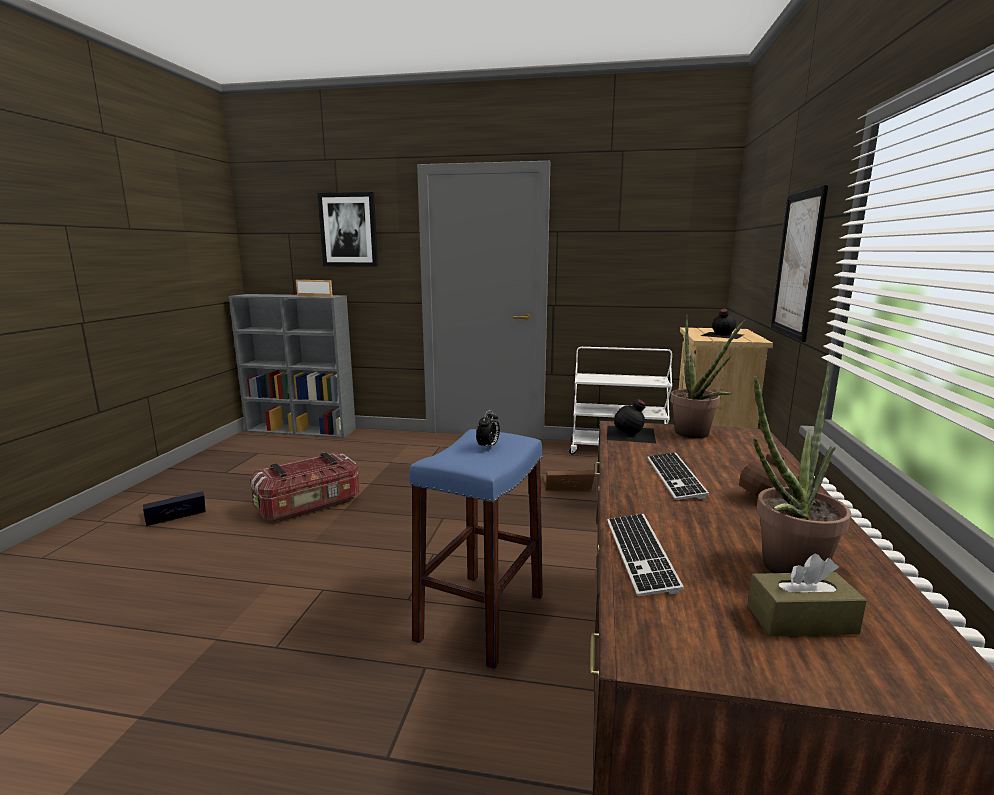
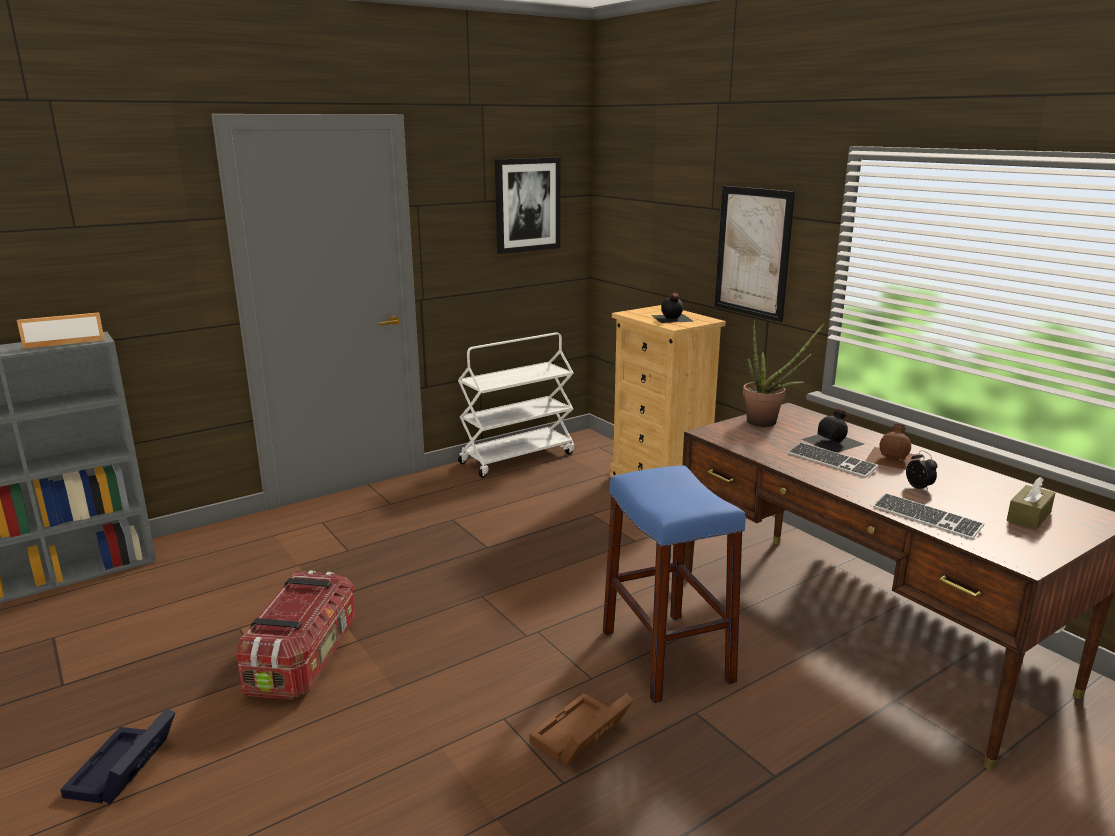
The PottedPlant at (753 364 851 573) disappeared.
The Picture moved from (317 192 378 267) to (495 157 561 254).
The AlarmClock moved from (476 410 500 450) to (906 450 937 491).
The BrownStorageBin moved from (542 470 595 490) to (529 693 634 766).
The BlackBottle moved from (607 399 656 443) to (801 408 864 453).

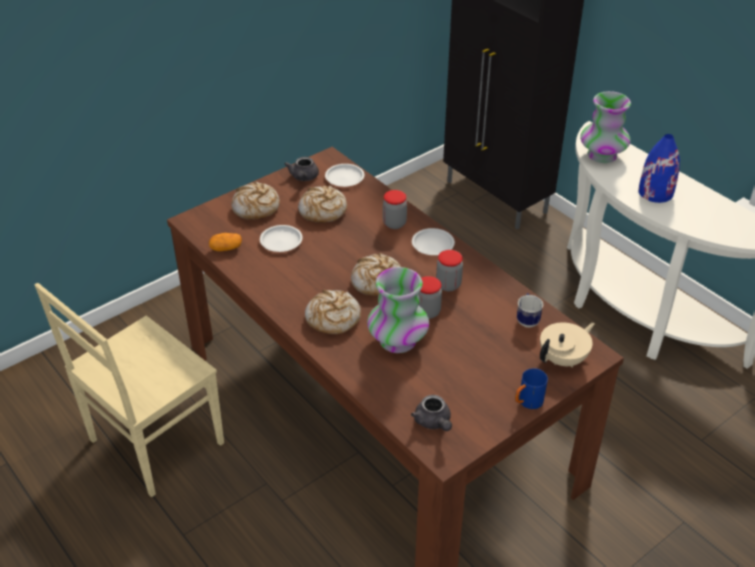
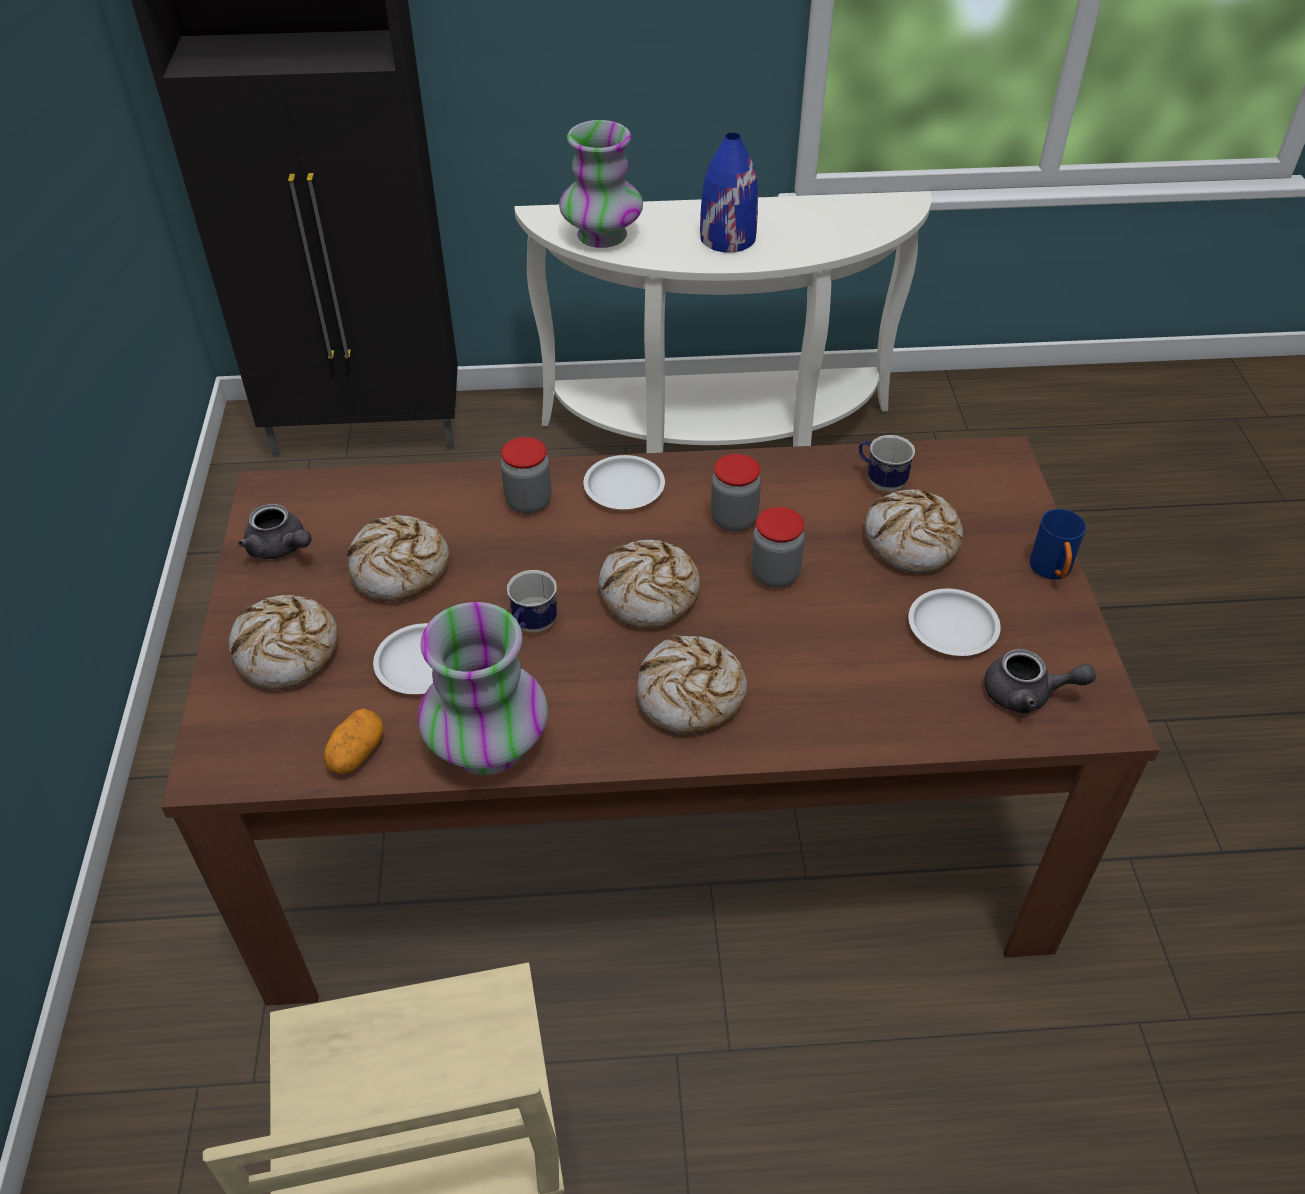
The BeigeTeaPot at (540 323 595 367) disappeared.
The Mug at (507 570 557 633) appeared.
The BakeryBread at (864 490 963 573) appeared.
The WhitishPlate moved from (325 164 364 187) to (909 589 1001 656).
The Vase moved from (367 267 429 353) to (418 602 548 775).

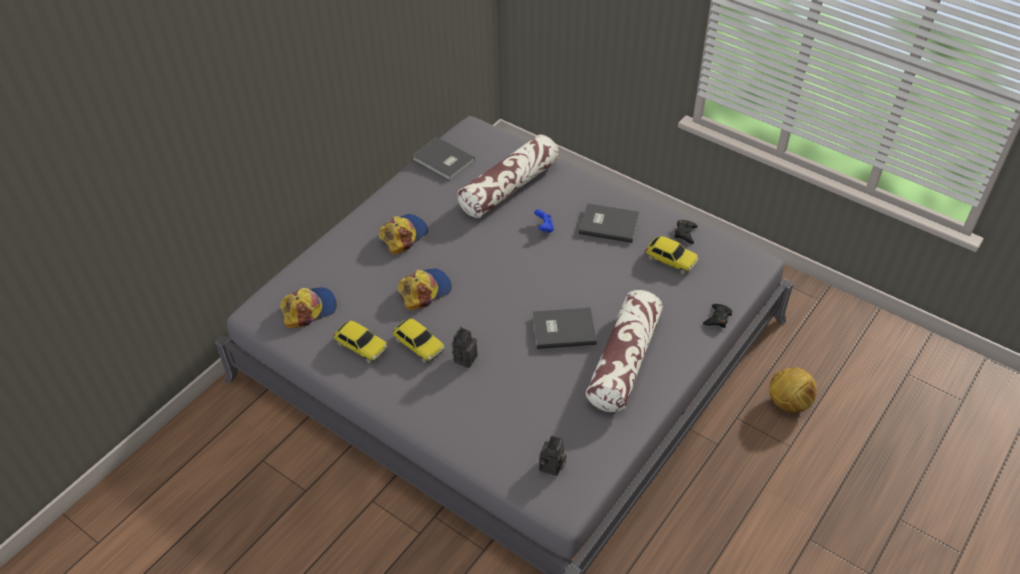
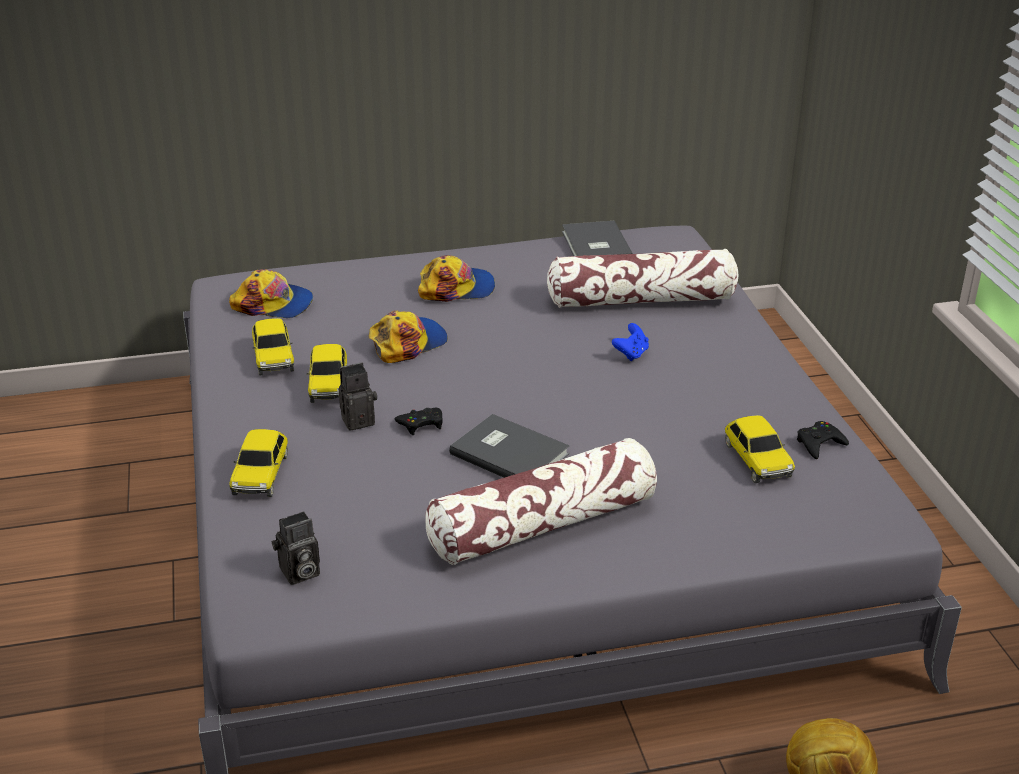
The GreyVolume at (579 203 639 243) disappeared.
The MiniatureCar at (229 429 288 497) appeared.
The BlackGamepad moved from (703 304 732 328) to (394 408 443 435).
The BaseballCap at (398 268 452 310) turned 45 degrees counterclockwise.

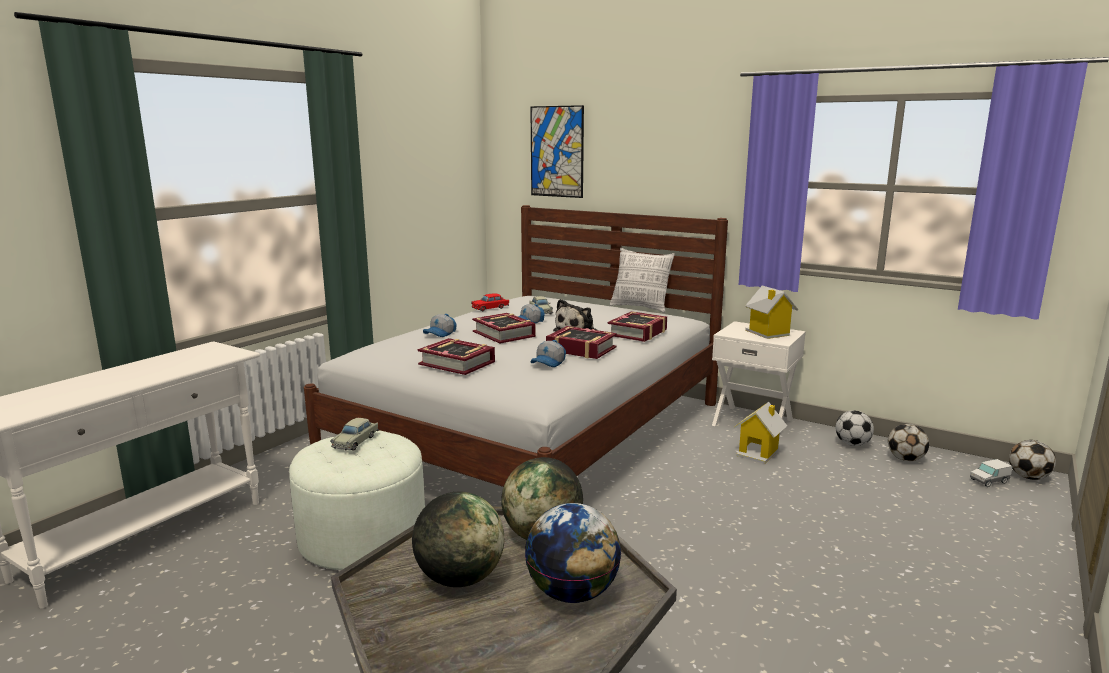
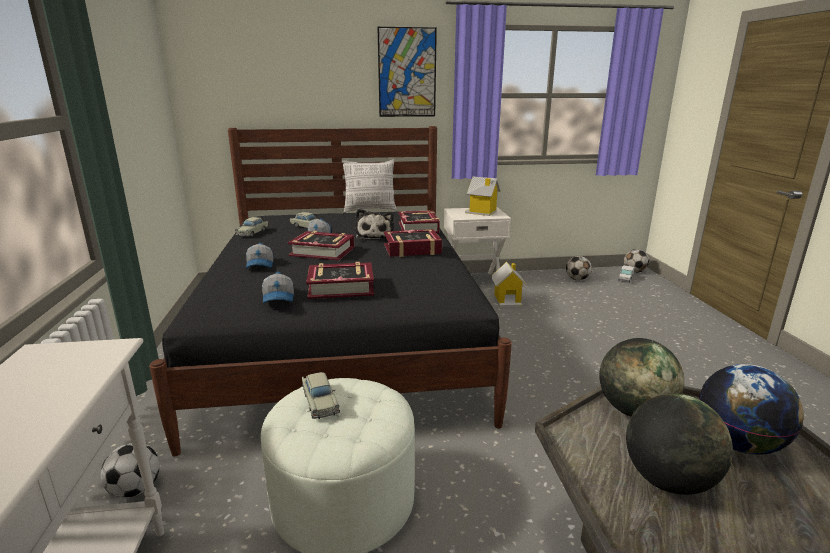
The Picture moved from (530 105 584 198) to (377 27 437 117).
The BaseballCap moved from (530 340 566 367) to (262 272 294 303).
The BallForFootball moved from (836 410 874 446) to (101 443 160 498).
The WhitishSleepingBed at (304 205 728 487) became the BlackSleepingBed at (149 126 512 456).
The ReddishMiniatureCar at (471 294 509 311) became the BeigeMiniatureCar at (235 217 269 237).

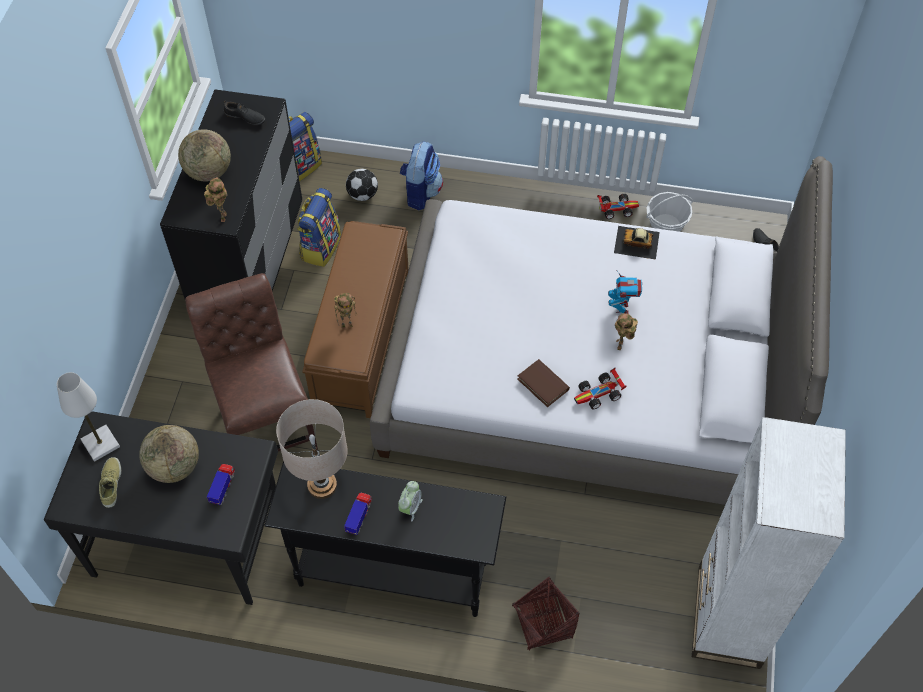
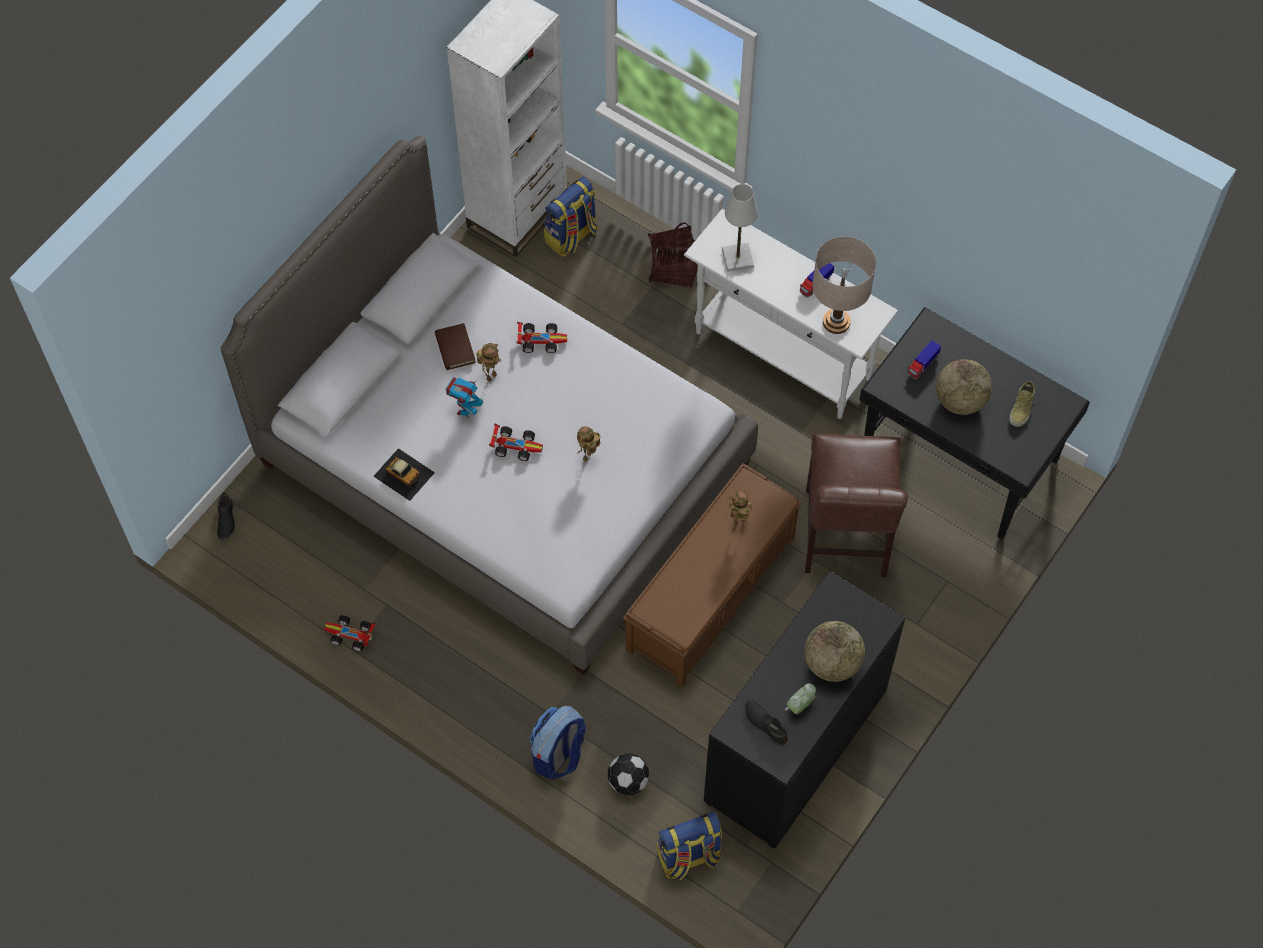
The Basket at (646 192 693 232) disappeared.
The MiniatureCar at (489 423 543 461) appeared.
The WhitishTabletopLamp moved from (57 372 120 462) to (722 184 758 272).
The ModelRobot moved from (204 177 227 222) to (577 426 600 462).
The Knapsack moved from (297 188 341 267) to (544 177 598 257).
The AlarmClock moved from (398 481 423 521) to (785 683 816 714).
The BrownVolume moved from (518 359 570 407) to (435 323 476 370).
The BlackHallTable at (264 461 506 617) became the WhitishHallTable at (684 209 899 419).

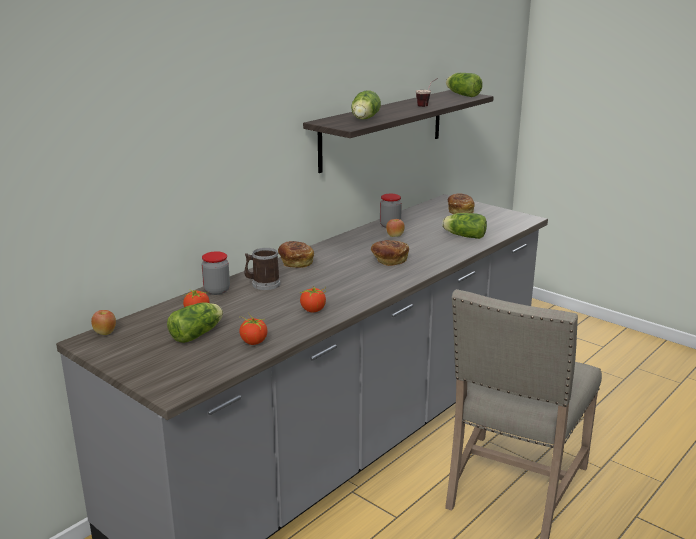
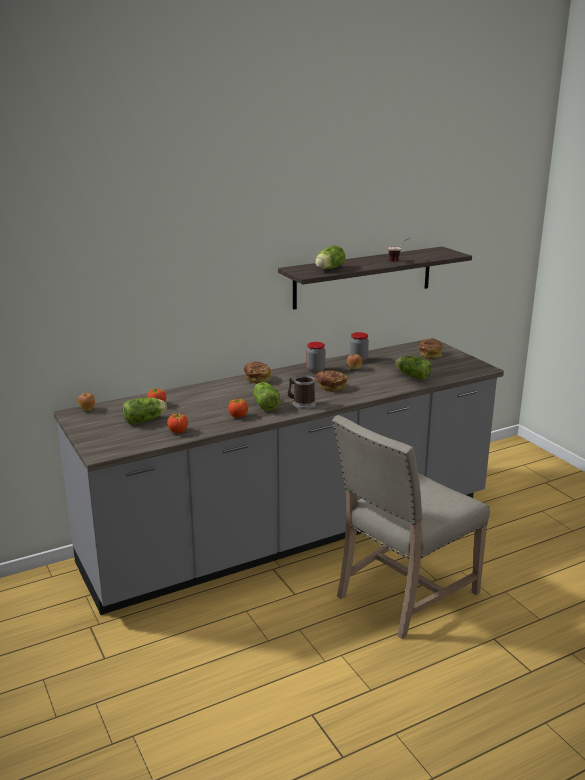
The PreserveJar moved from (202 251 230 295) to (306 342 326 373).
The Mug moved from (244 248 281 290) to (288 375 316 410).
The LettuceHead moved from (446 73 483 97) to (253 382 280 411).

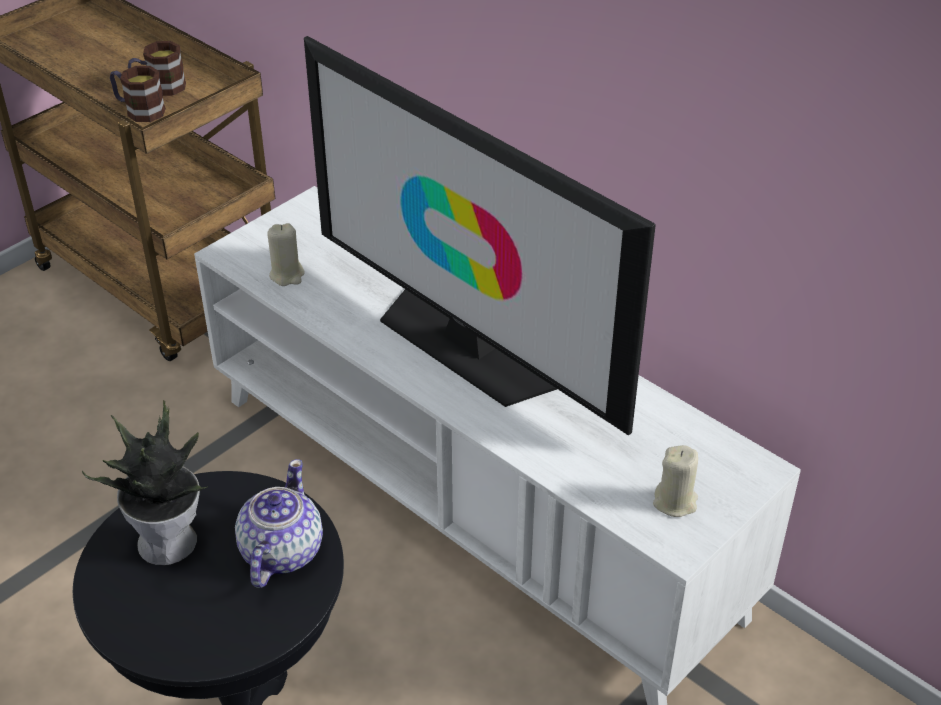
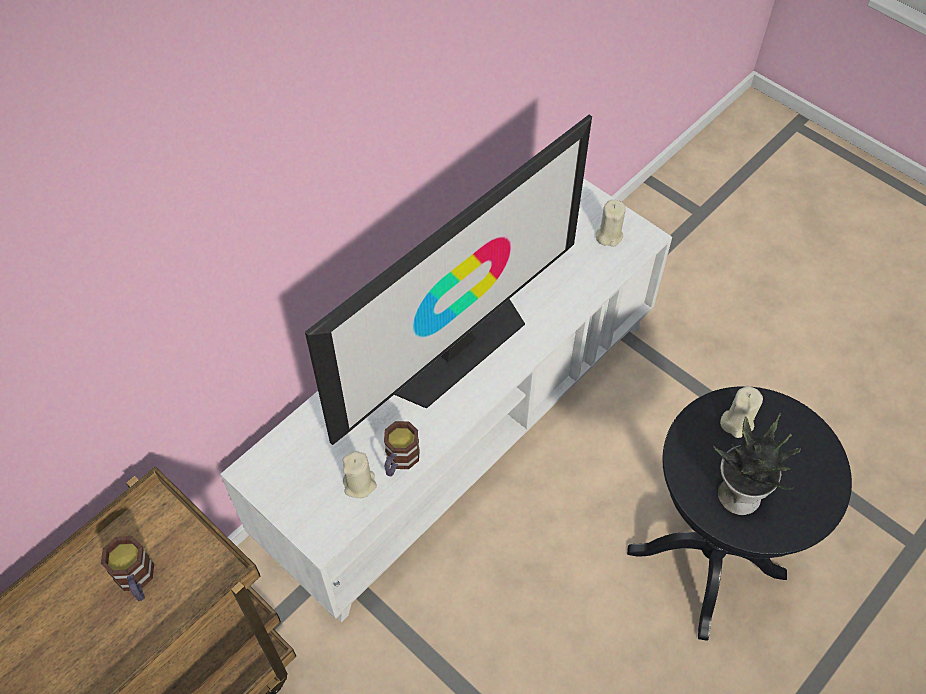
The Mug moved from (110 66 166 122) to (384 421 420 476).
The TeaPot at (235 459 323 588) was replaced by the BeigeWaxLight at (720 386 763 438).

